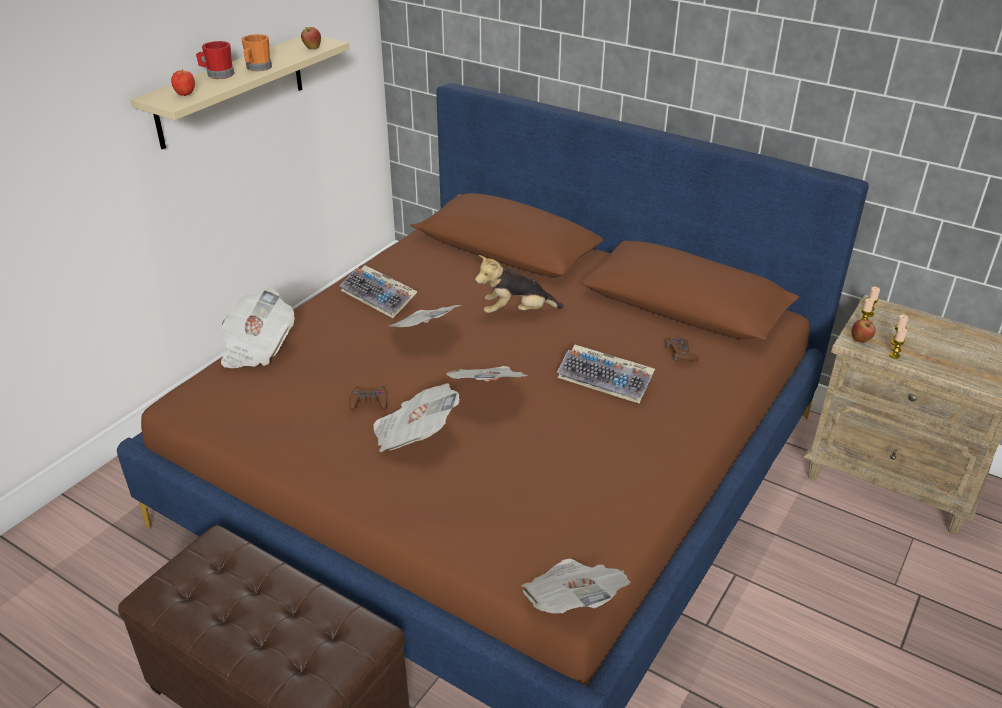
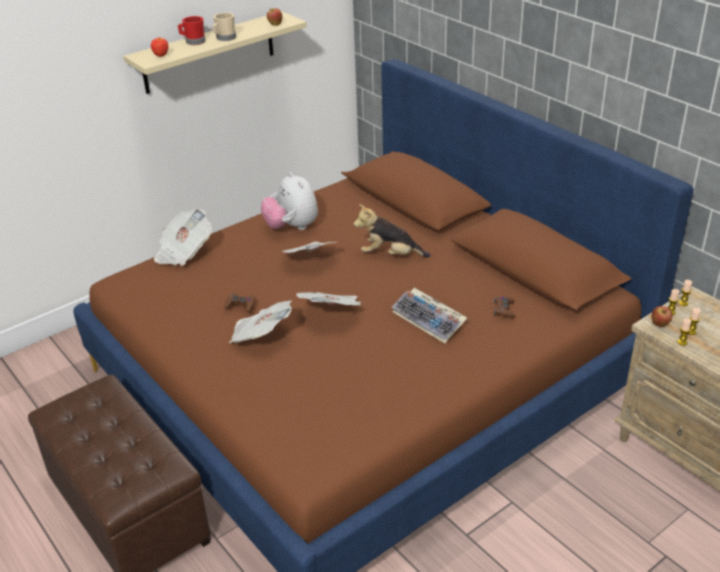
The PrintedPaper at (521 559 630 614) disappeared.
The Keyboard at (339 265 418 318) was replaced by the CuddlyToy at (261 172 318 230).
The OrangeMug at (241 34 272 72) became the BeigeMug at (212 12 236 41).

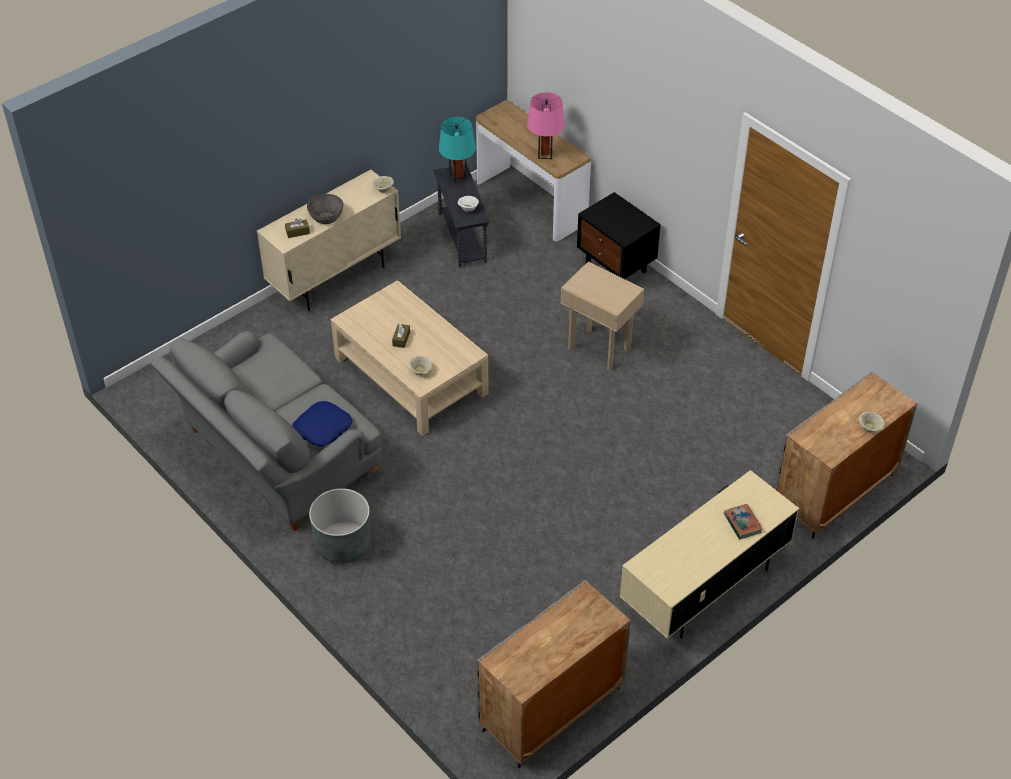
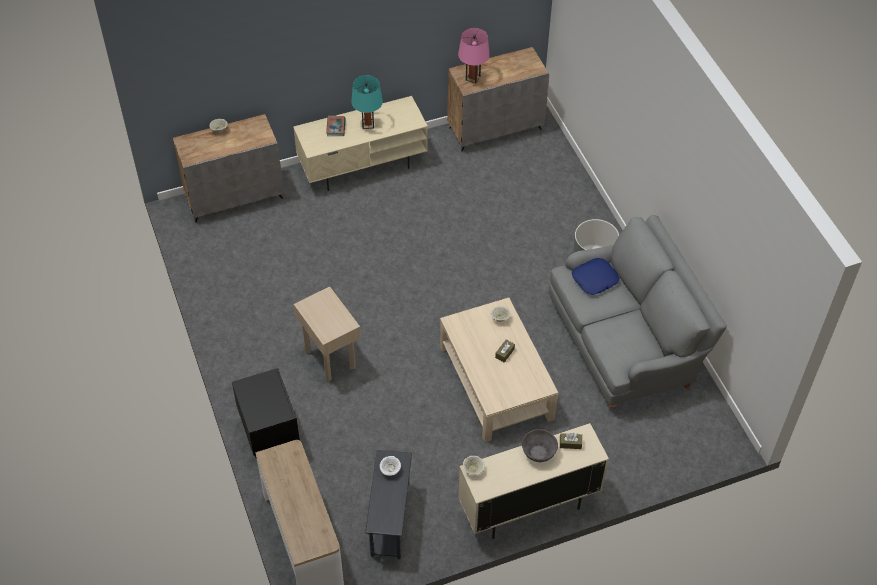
The TurquoiseTabletopLamp moved from (439 117 476 183) to (351 75 383 129).
The PinkTabletopLamp moved from (527 92 565 159) to (458 28 490 83).

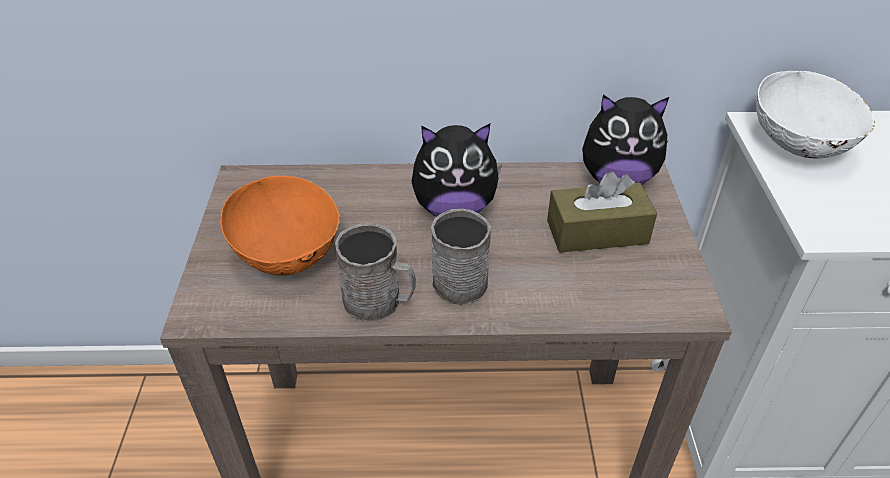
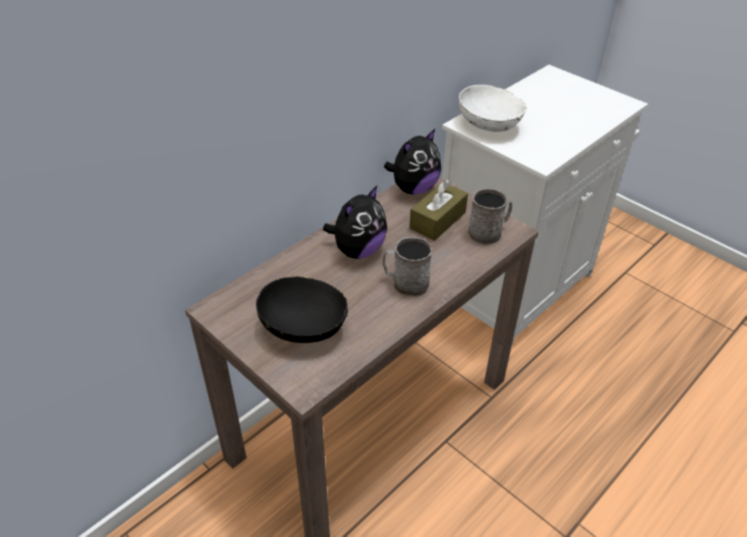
The GreyMug moved from (335 223 416 322) to (468 188 512 245).
The OrangeDeepDish at (220 176 340 276) became the BlackDeepDish at (256 276 348 343).

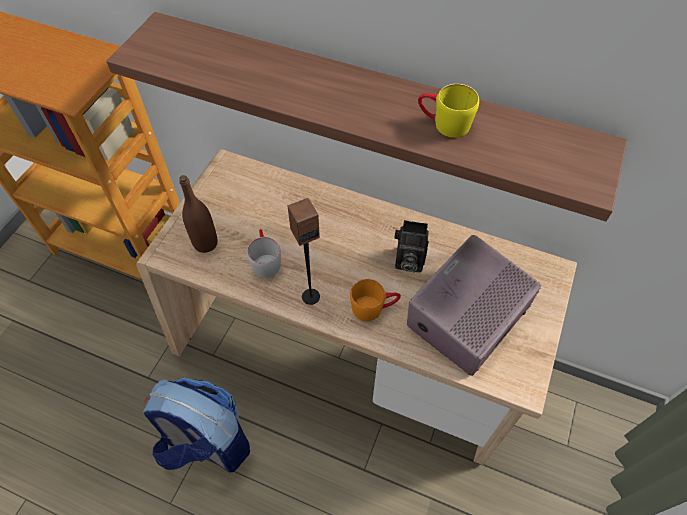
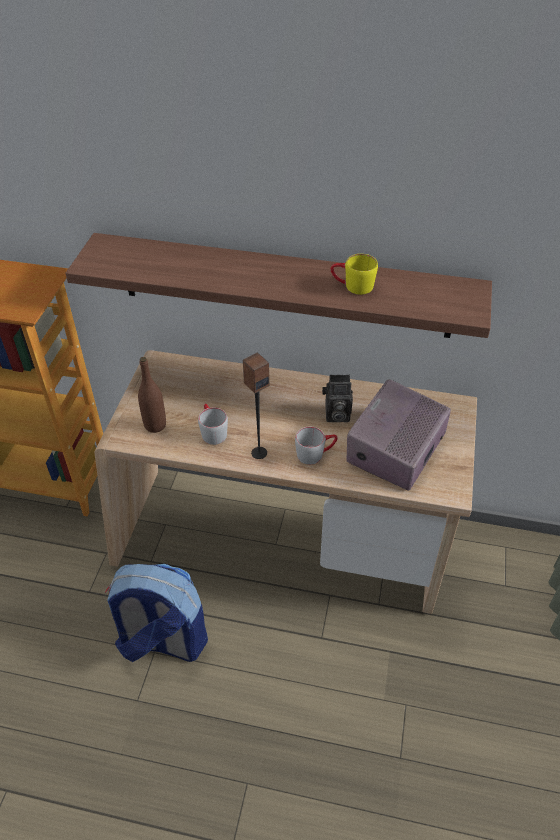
The OrangeMug at (350 279 401 321) became the GreyMug at (295 427 337 465).

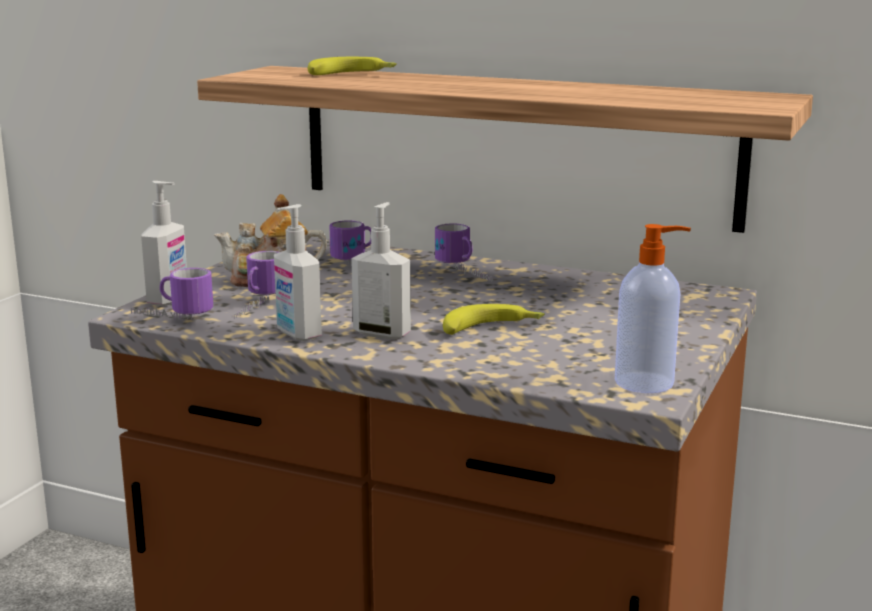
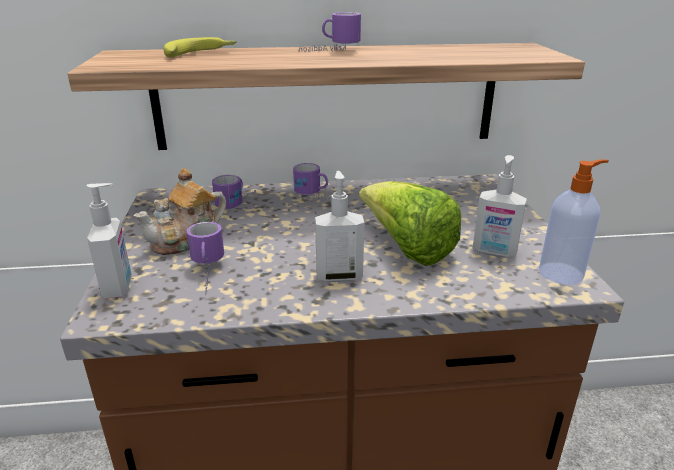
The Mug moved from (131 268 213 320) to (299 12 361 52).
The LiquidSoapBottle moved from (274 204 322 341) to (473 155 527 258).
The WholeBanana at (443 304 545 335) was replaced by the LettuceHead at (359 181 461 266).

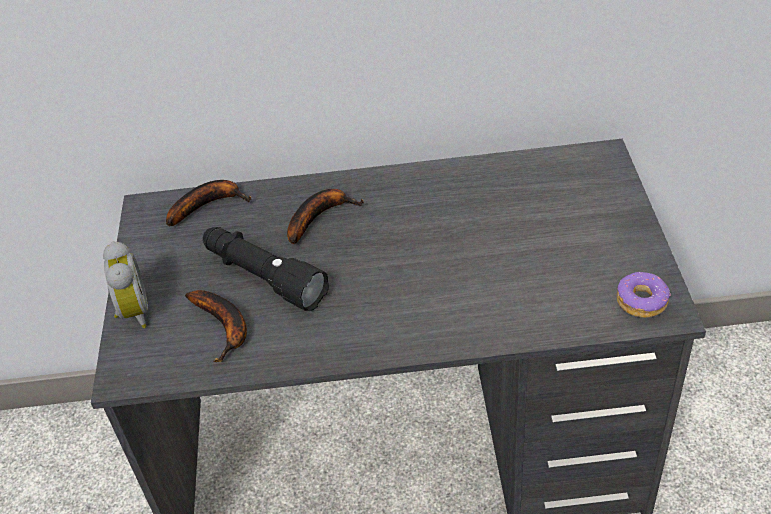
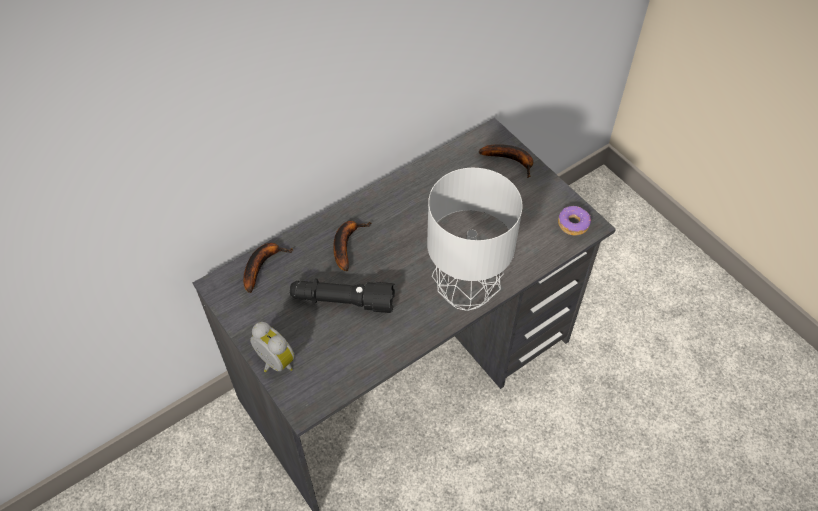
The GreyTabletopLamp at (427 168 523 311) appeared.
The WholeBanana moved from (185 290 247 362) to (479 144 533 178).

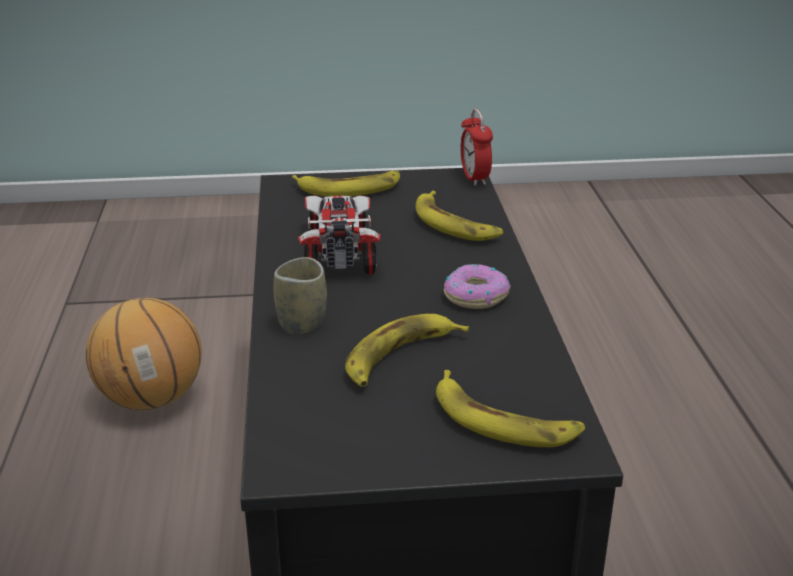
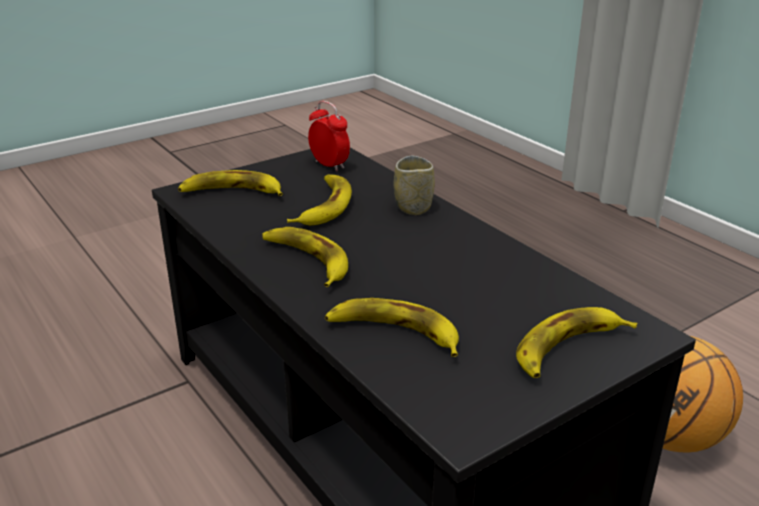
The MiniatureCar at (297 195 381 275) disappeared.
The AlarmClock moved from (461 109 493 186) to (308 101 350 171).
The Doughnut at (444 264 511 309) was replaced by the WholeBanana at (262 227 348 287).

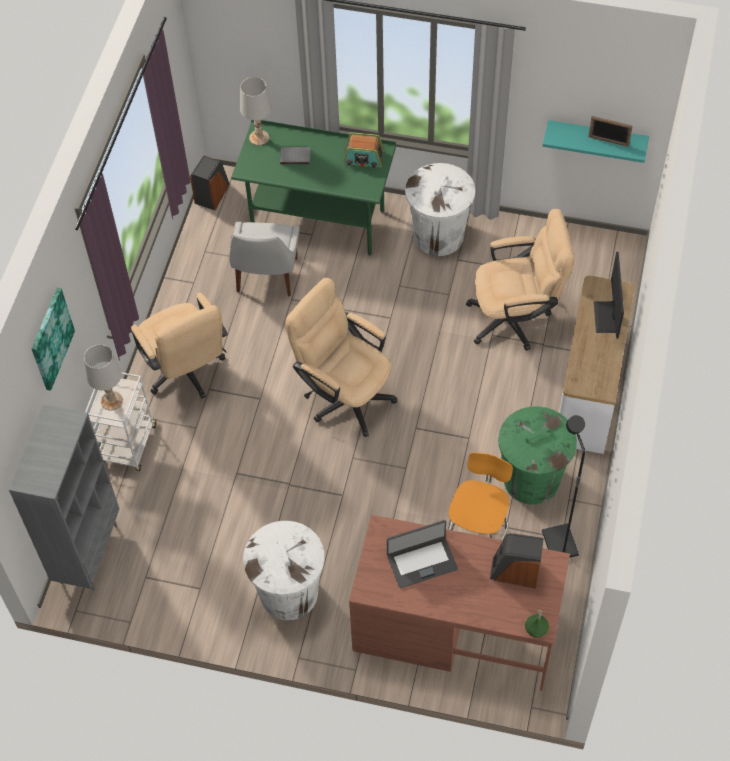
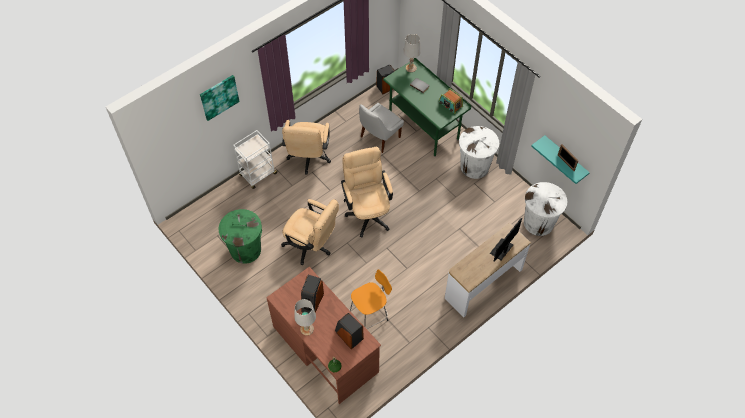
The GreyBookcase at (9 404 119 591) disappeared.
The BlackStandingLamp at (542 415 586 558) disappeared.
The WhitishTabletopLamp moved from (84 344 123 410) to (294 299 316 336).
The WhitishRubbishBin moved from (243 521 325 620) to (524 182 567 236).
The BeigeDeskChair moved from (466 209 574 351) to (281 199 339 265).
The GreenRubbishBin moved from (498 406 577 505) to (218 209 262 264).
The PortableComputer at (387 520 458 588) was replaced by the Speaker at (301 275 324 314).

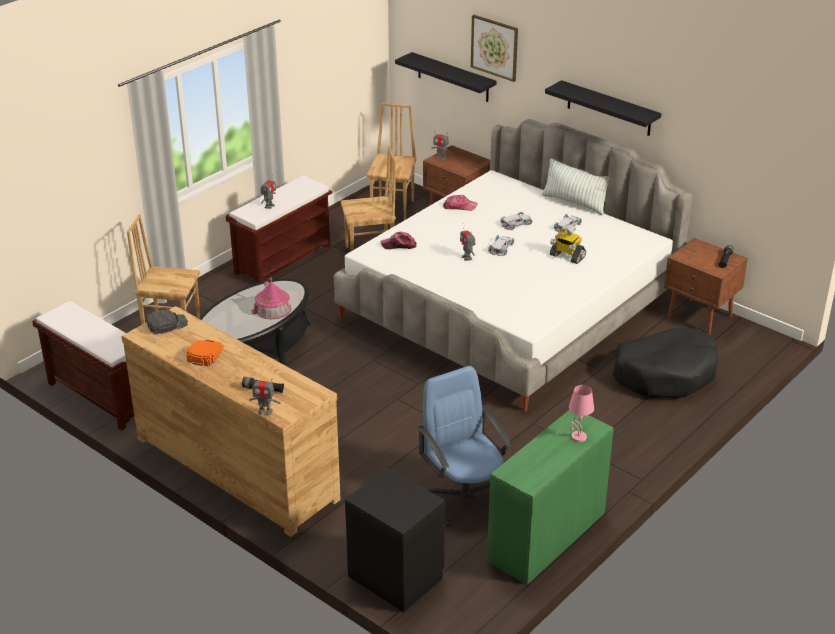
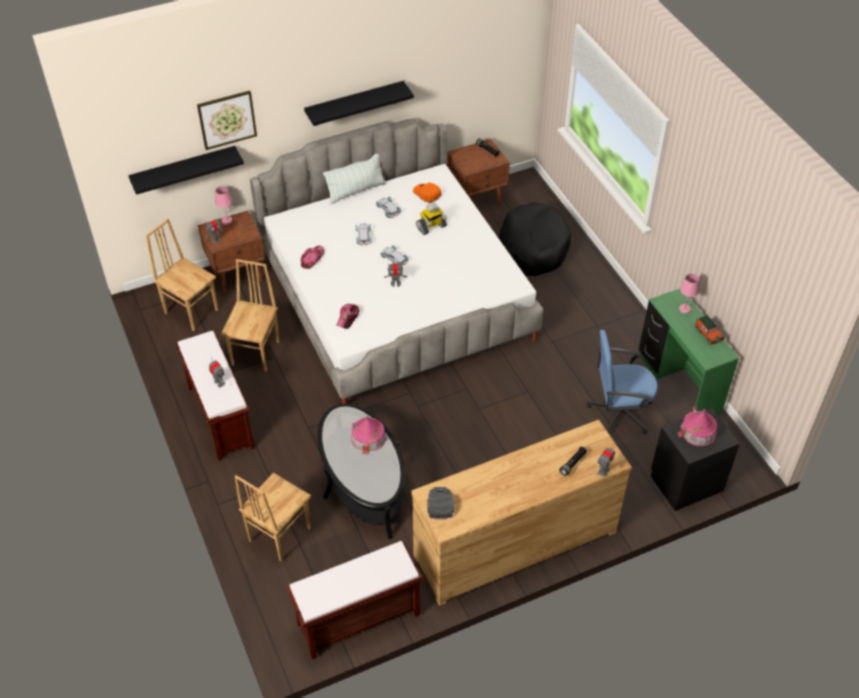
The PinkTabletopLamp at (215 186 232 224) appeared.
The MiniatureHouse at (677 406 718 446) appeared.
The MiniatureCar at (695 315 724 345) appeared.
The OrangeBaseballCap moved from (186 340 224 366) to (413 183 442 203).

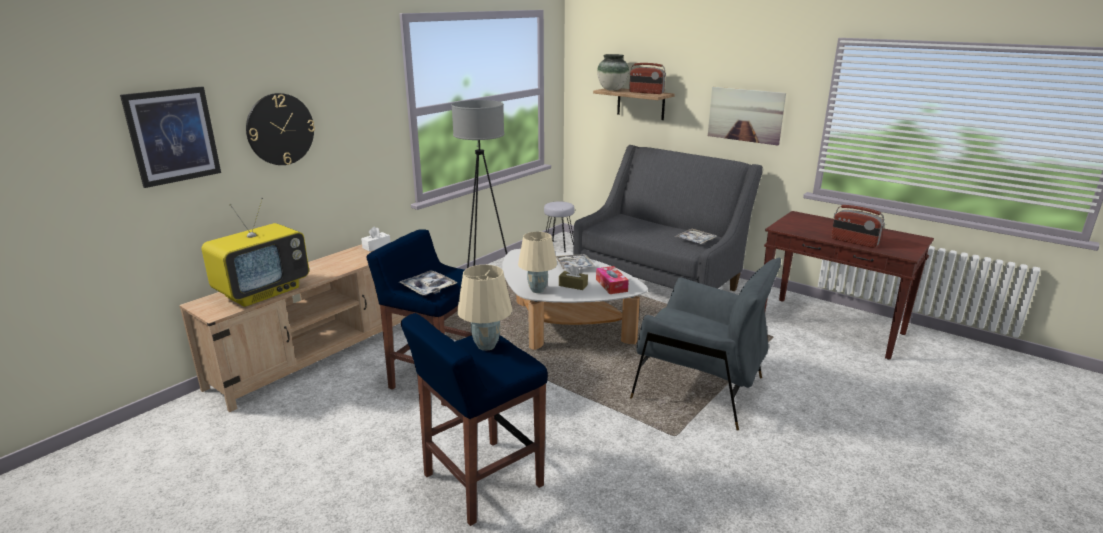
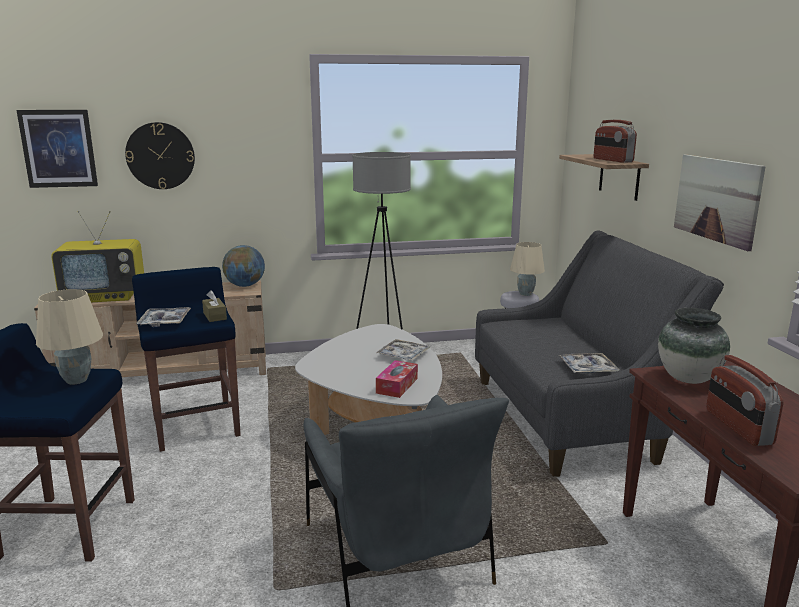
The BeigeTabletopLamp moved from (518 232 557 293) to (510 242 545 296).
The BrownTissueBox moved from (559 265 588 290) to (202 290 227 322).
The Vase moved from (597 54 629 91) to (658 308 730 384).
The WhitishTissueBox at (361 226 390 252) was replaced by the Globe at (222 245 265 287).

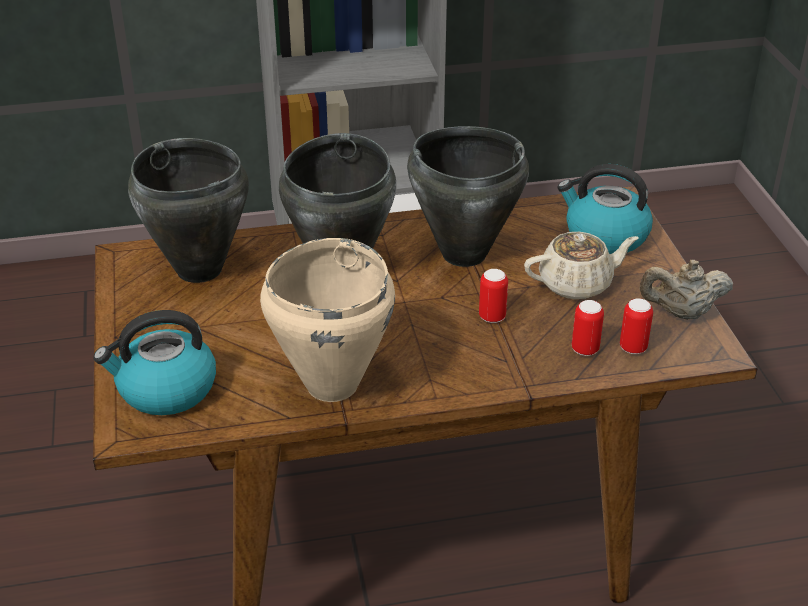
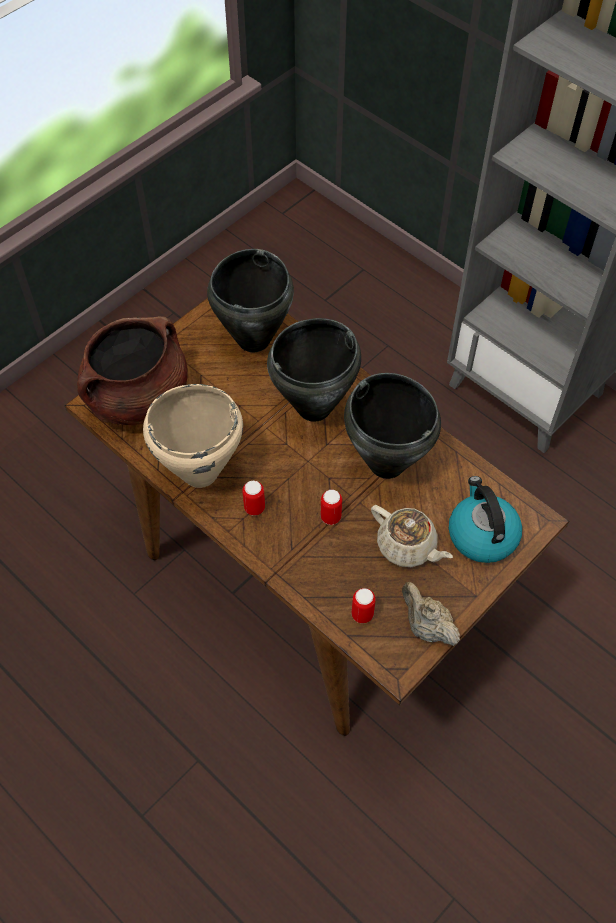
The SealedCan moved from (572 300 604 356) to (242 481 265 516).
The WaterKettle at (93 310 216 415) was replaced by the BrownStockpot at (77 316 188 425).

